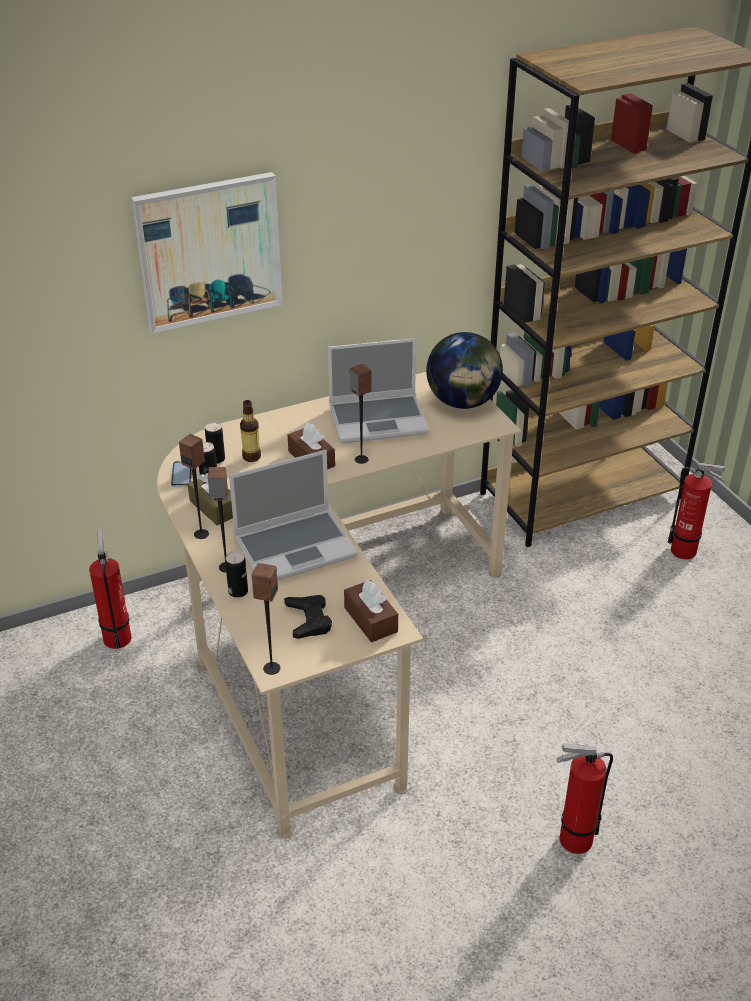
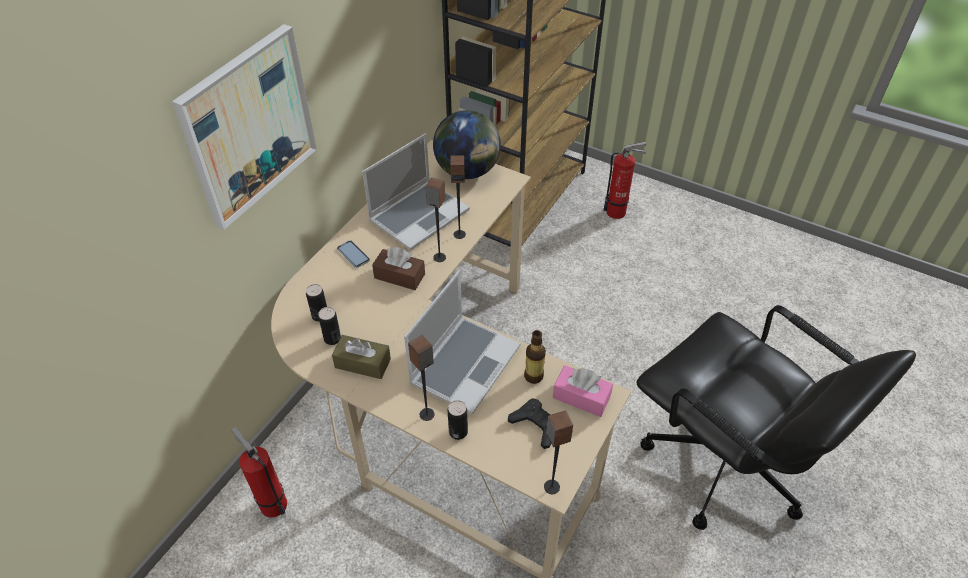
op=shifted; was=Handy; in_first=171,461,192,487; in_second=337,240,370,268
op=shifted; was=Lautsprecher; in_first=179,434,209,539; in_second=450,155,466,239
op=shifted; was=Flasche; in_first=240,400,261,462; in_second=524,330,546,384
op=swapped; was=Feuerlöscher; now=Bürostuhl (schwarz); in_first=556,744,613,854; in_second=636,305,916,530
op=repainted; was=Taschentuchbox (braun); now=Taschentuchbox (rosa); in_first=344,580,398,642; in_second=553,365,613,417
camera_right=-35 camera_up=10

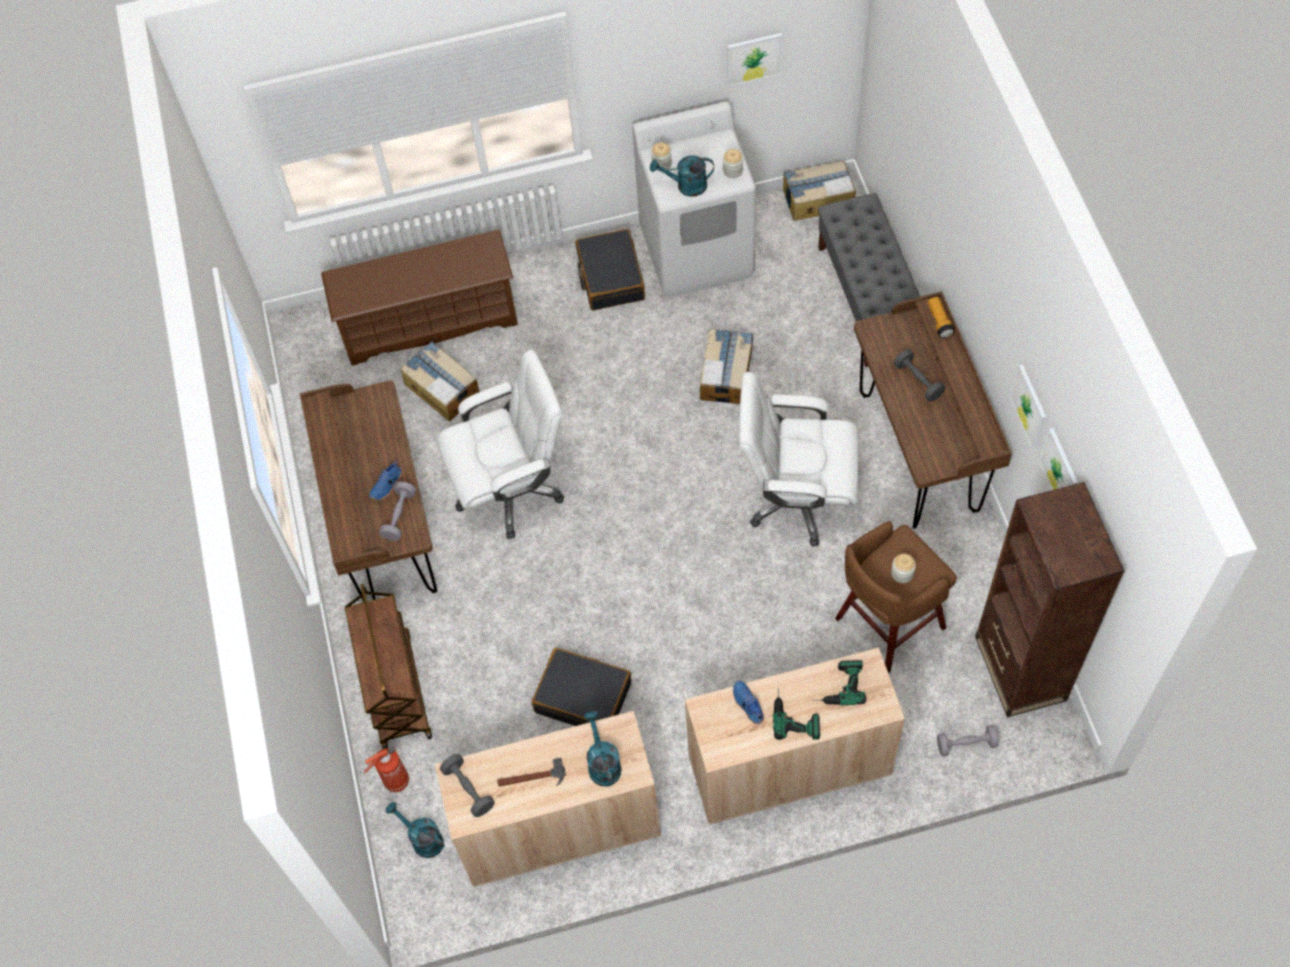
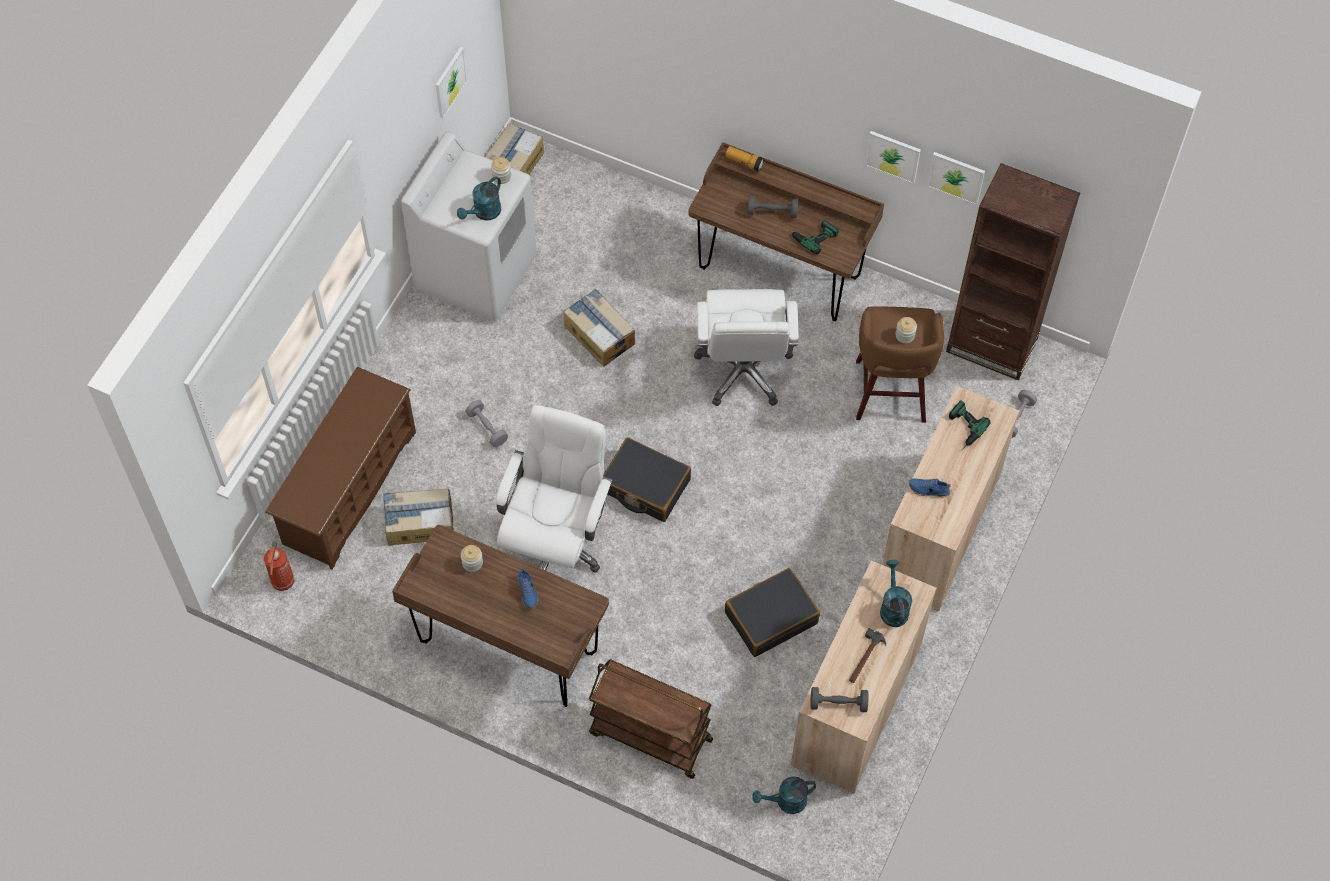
op=gone; was=Bank (grau); in_first=818,193,920,367
op=shifted; was=Feuerlöscher; in_first=364,746,409,792; in_second=264,541,294,591
op=shifted; was=Hantel (grau); in_first=379,481,416,541; in_second=466,400,508,447
op=shifted; was=Koffer (schwarz); in_first=576,229,645,311; in_second=603,437,691,522
op=shifted; was=Vorratsglas; in_first=651,142,672,171; in_second=461,545,483,572
op=shifted; was=Bohrmaschine; in_first=773,688,820,740; in_second=786,220,839,255
op=rotated; was=Gießkanne (türkis); in_first=584,711,622,787; in_second=880,560,912,627; clockwise=60
op=rotated; was=Bürostuhl (weiß); in_first=739,372,859,547; in_second=694,289,799,406; clockwise=-45
camera_right=-55 camera_up=0

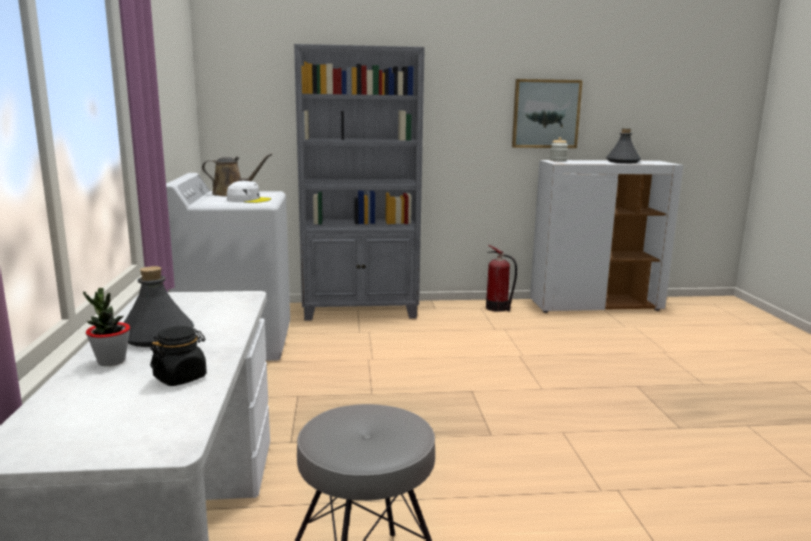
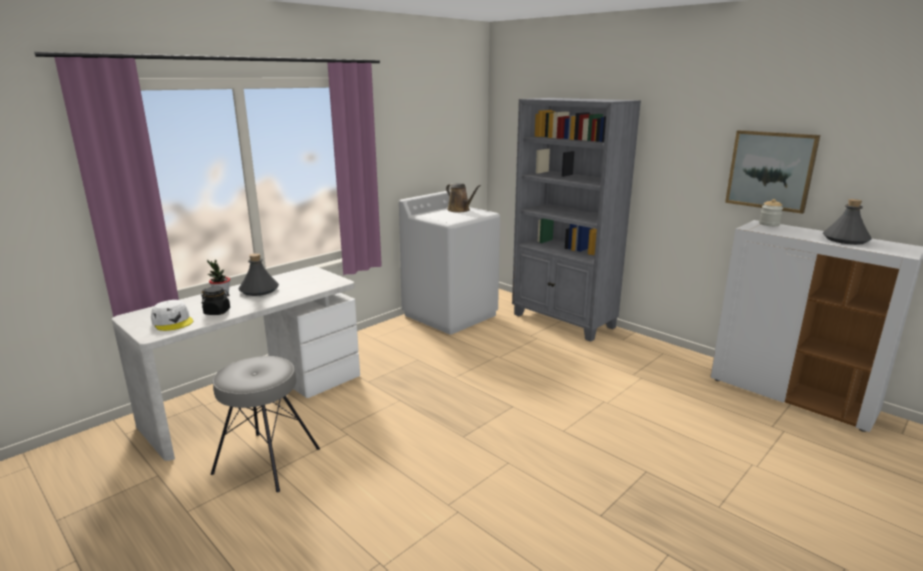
op=gone; was=Feuerlöscher; in_first=486,245,517,312
op=shifted; was=Kappe (weiß); in_first=227,180,271,203; in_second=151,300,193,331
camera_right=50 camera_up=5

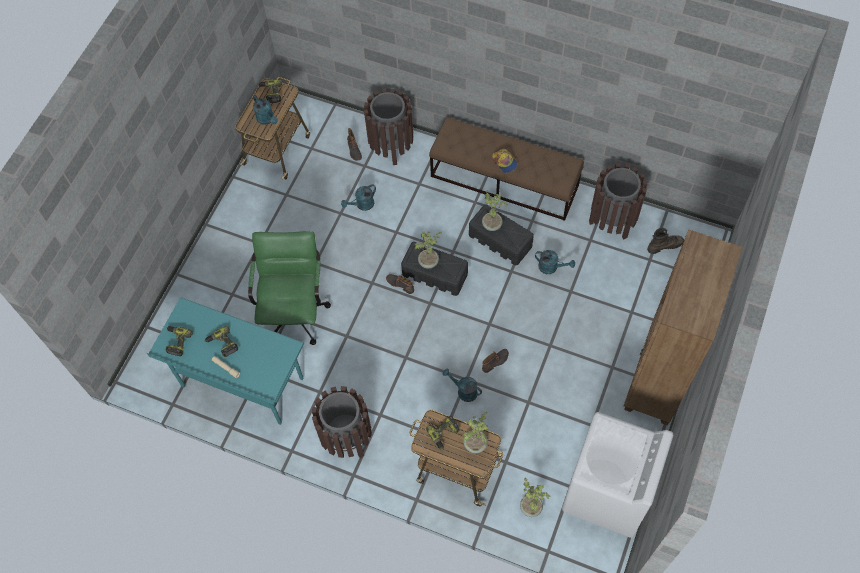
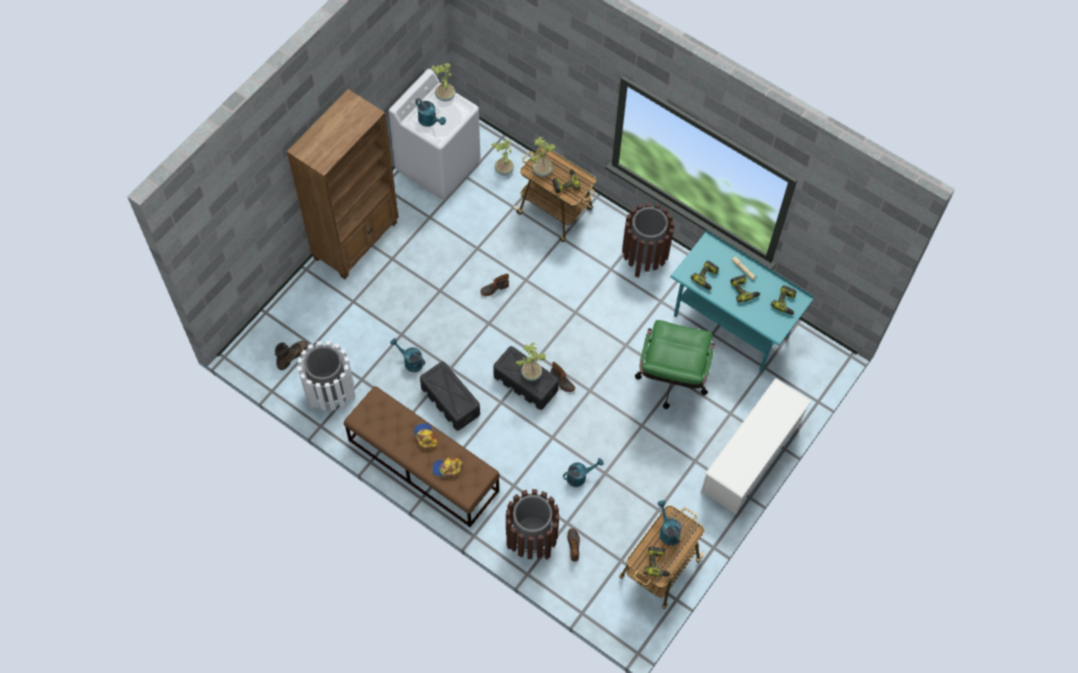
op=new; now=Kappe; in_second=432,458,462,477
op=new; now=Bohrmaschine; in_second=691,260,719,290
op=new; now=Schuhregal (weiß); in_second=700,378,812,514
op=shifted; was=Gießkanne (türkis); in_first=443,369,482,402; in_second=415,98,446,127
op=shifted; was=Topfpflanze; in_first=482,190,507,231; in_second=431,63,455,101
op=repainted; was=Mülleimer (braun); now=Mülleimer (weiß); in_first=589,164,647,240; in_second=298,341,356,410
op=rotated; was=Stiefel (braun); in_first=647,228,684,254; in_second=274,341,308,370; clockwise=135
camera_right=-170 camera_up=0

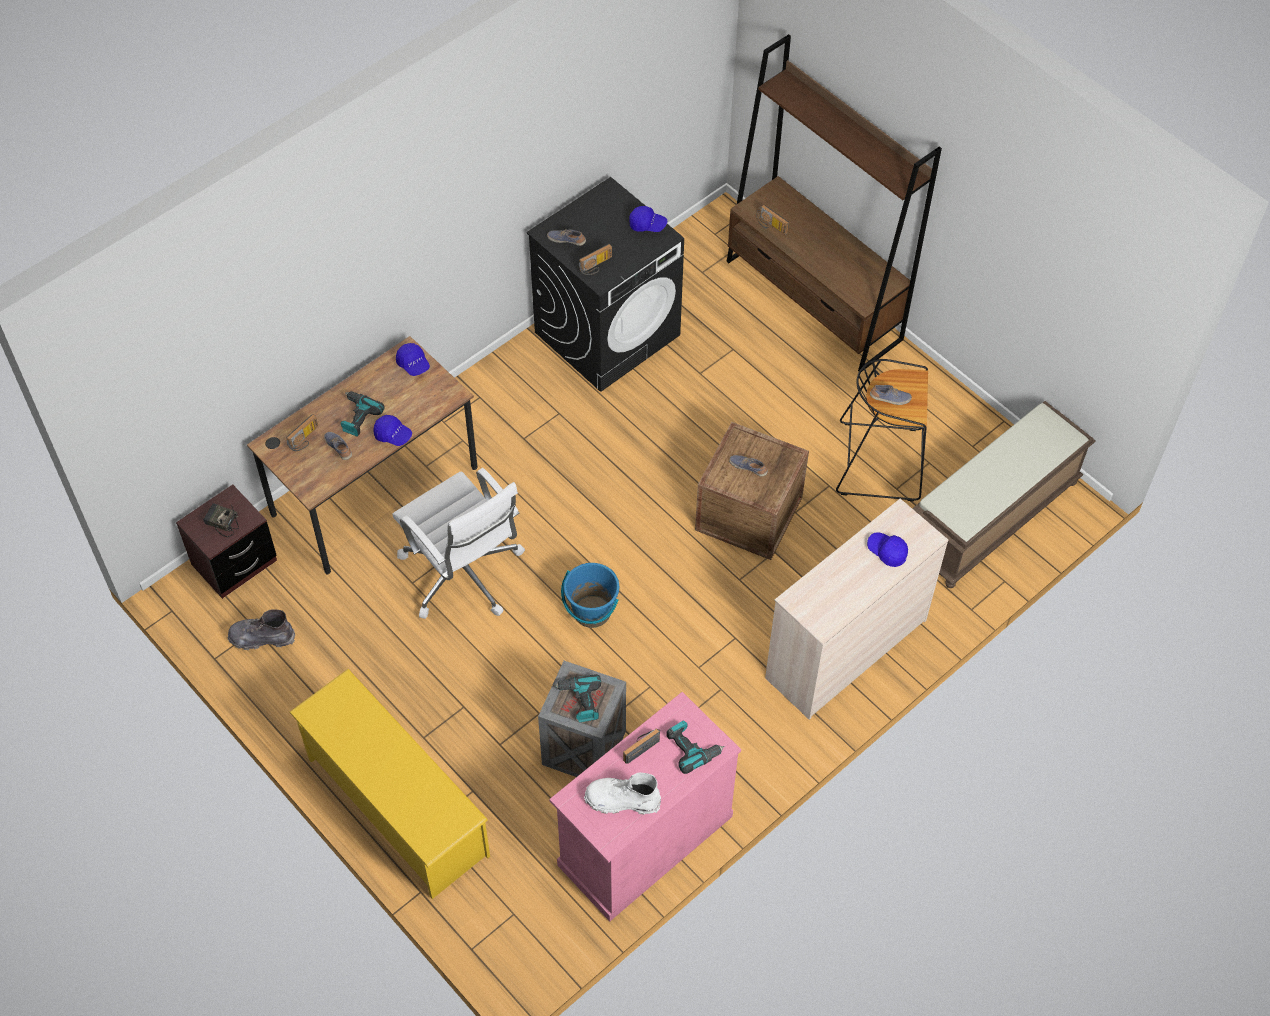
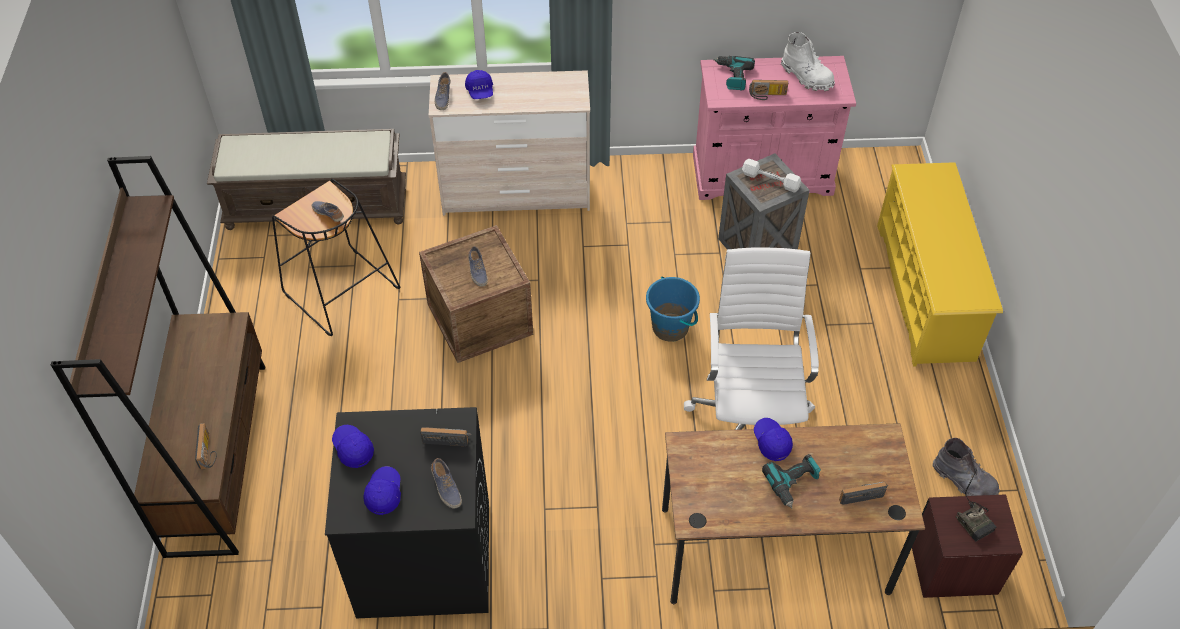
op=shifted; was=Schuh; in_first=324,432,352,460; in_second=434,72,450,110
op=shifted; was=Kappe (blau); in_first=396,343,430,376; in_second=363,466,401,515
op=swapped; was=Bohrmaschine; now=Hantel (weiß); in_first=553,674,601,722; in_second=742,159,801,193
camera_right=-140 camera_up=-5

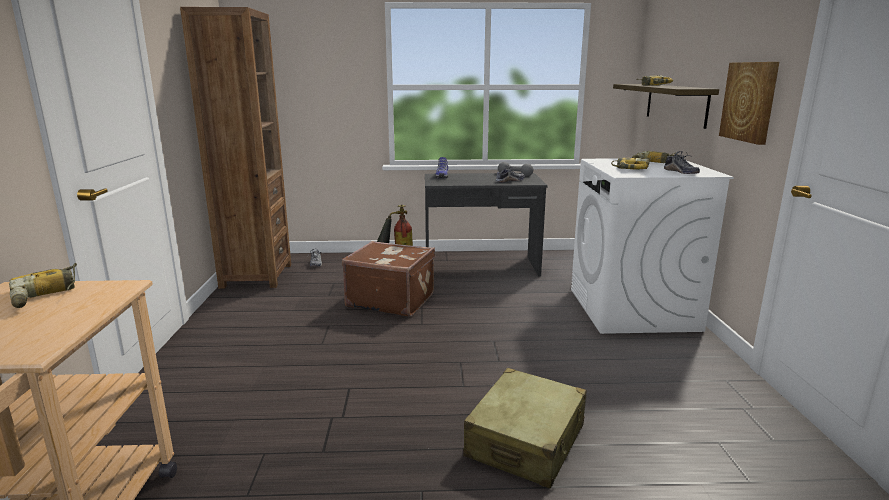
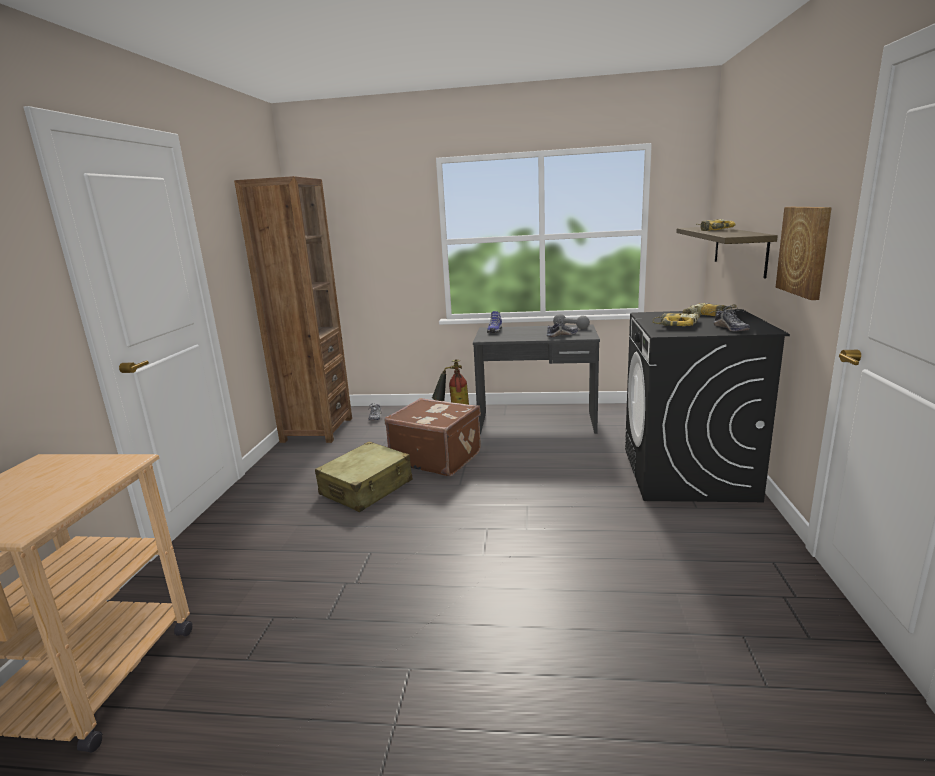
op=gone; was=Bohrmaschine; in_first=9,263,77,308
op=shifted; was=Koffer (beige); in_first=463,368,587,489; in_second=315,442,412,512
op=repainted; was=Waschmaschine (weiß); now=Waschmaschine (schwarz); in_first=571,158,734,334; in_second=625,309,790,502
camera_right=10 camera_up=0

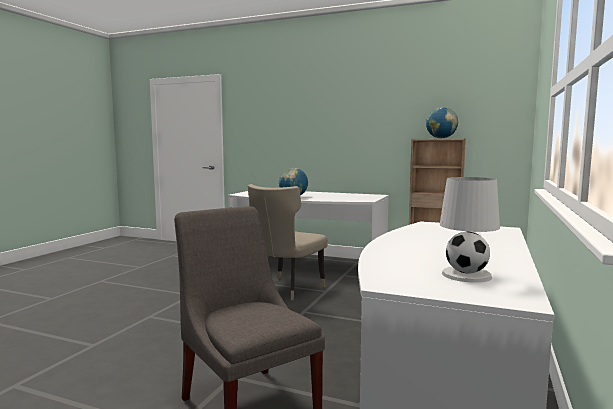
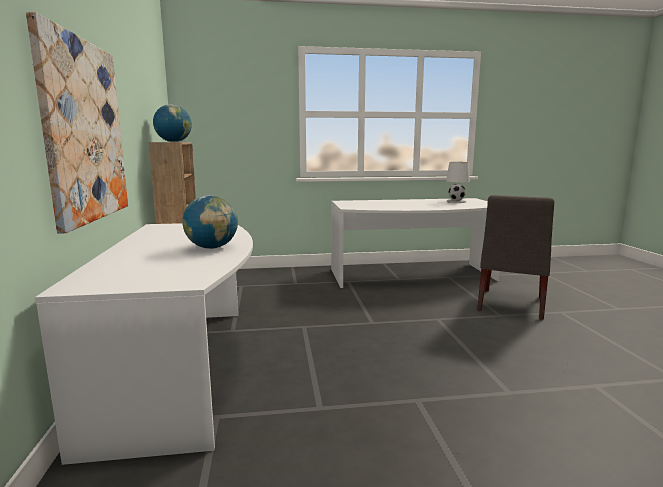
op=gone; was=Stuhl (beige); in_first=248,184,328,300
op=new; now=Bild; in_second=26,12,128,233
camera_right=-120 camera_up=5

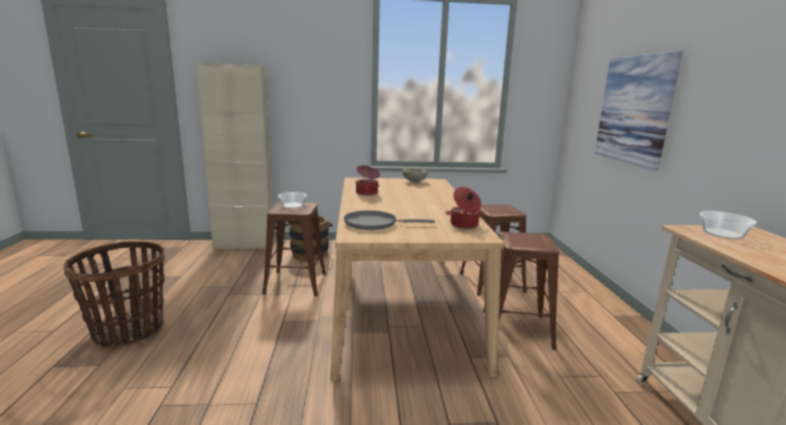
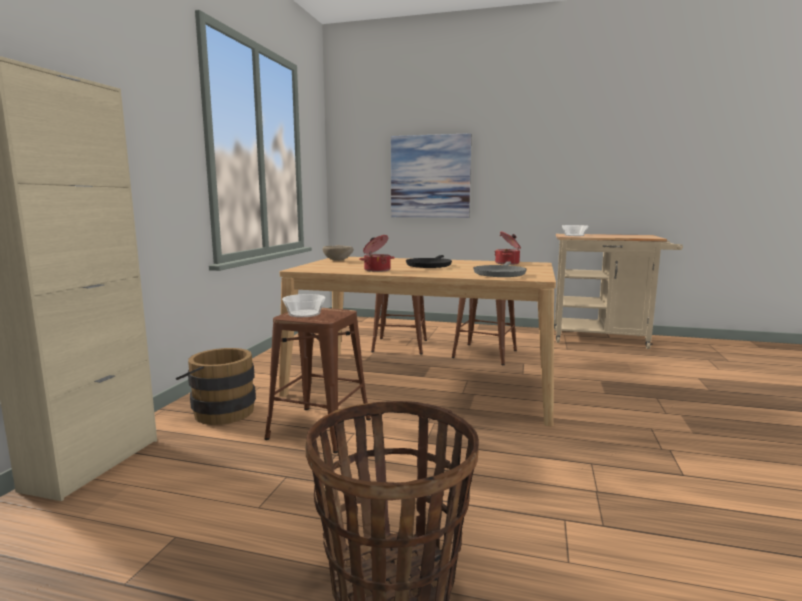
op=new; now=Pfanne (schwarz); in_second=406,255,452,268
camera_right=-70 camera_up=-5

